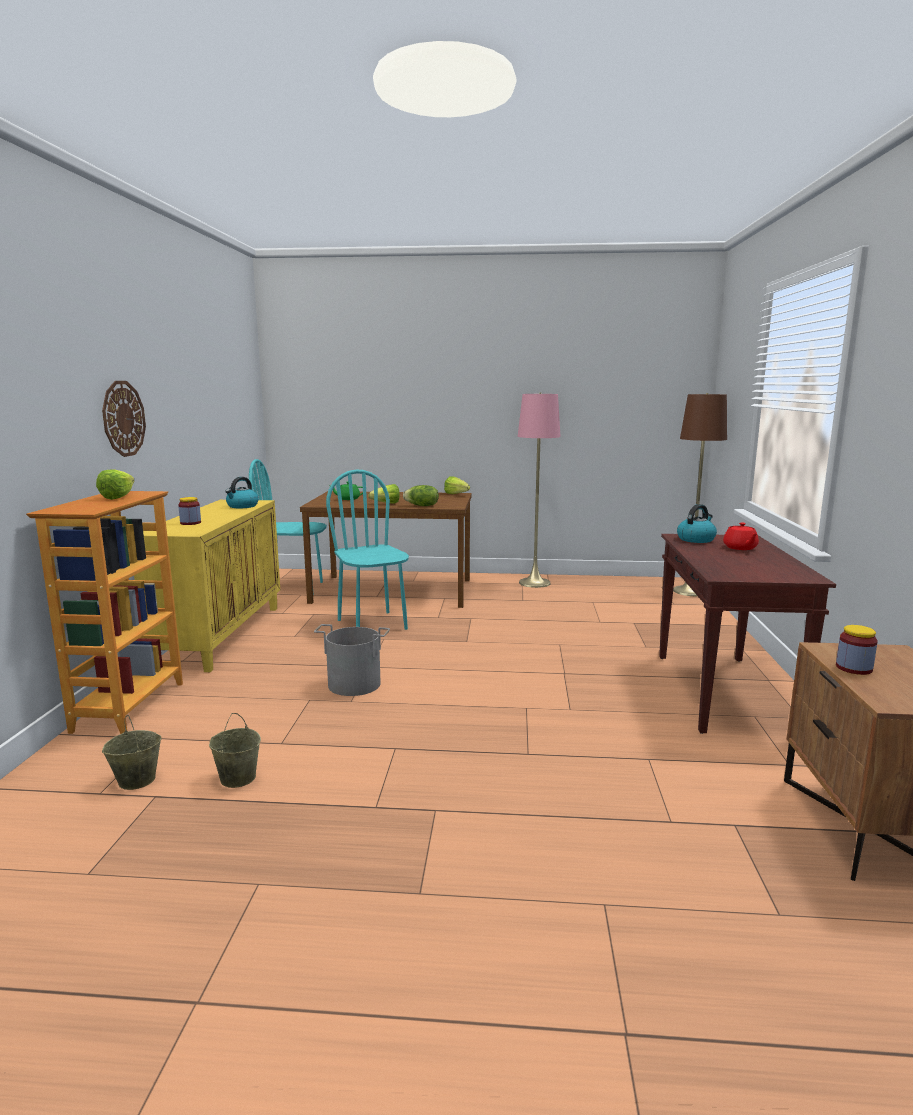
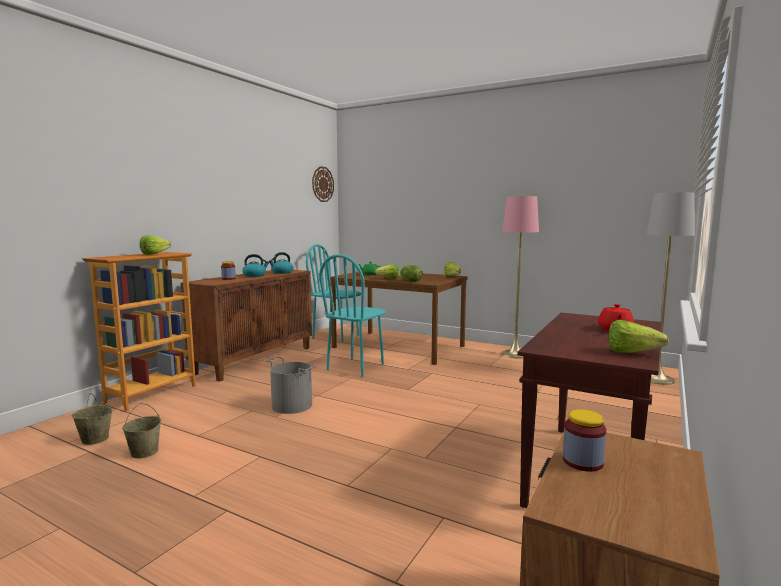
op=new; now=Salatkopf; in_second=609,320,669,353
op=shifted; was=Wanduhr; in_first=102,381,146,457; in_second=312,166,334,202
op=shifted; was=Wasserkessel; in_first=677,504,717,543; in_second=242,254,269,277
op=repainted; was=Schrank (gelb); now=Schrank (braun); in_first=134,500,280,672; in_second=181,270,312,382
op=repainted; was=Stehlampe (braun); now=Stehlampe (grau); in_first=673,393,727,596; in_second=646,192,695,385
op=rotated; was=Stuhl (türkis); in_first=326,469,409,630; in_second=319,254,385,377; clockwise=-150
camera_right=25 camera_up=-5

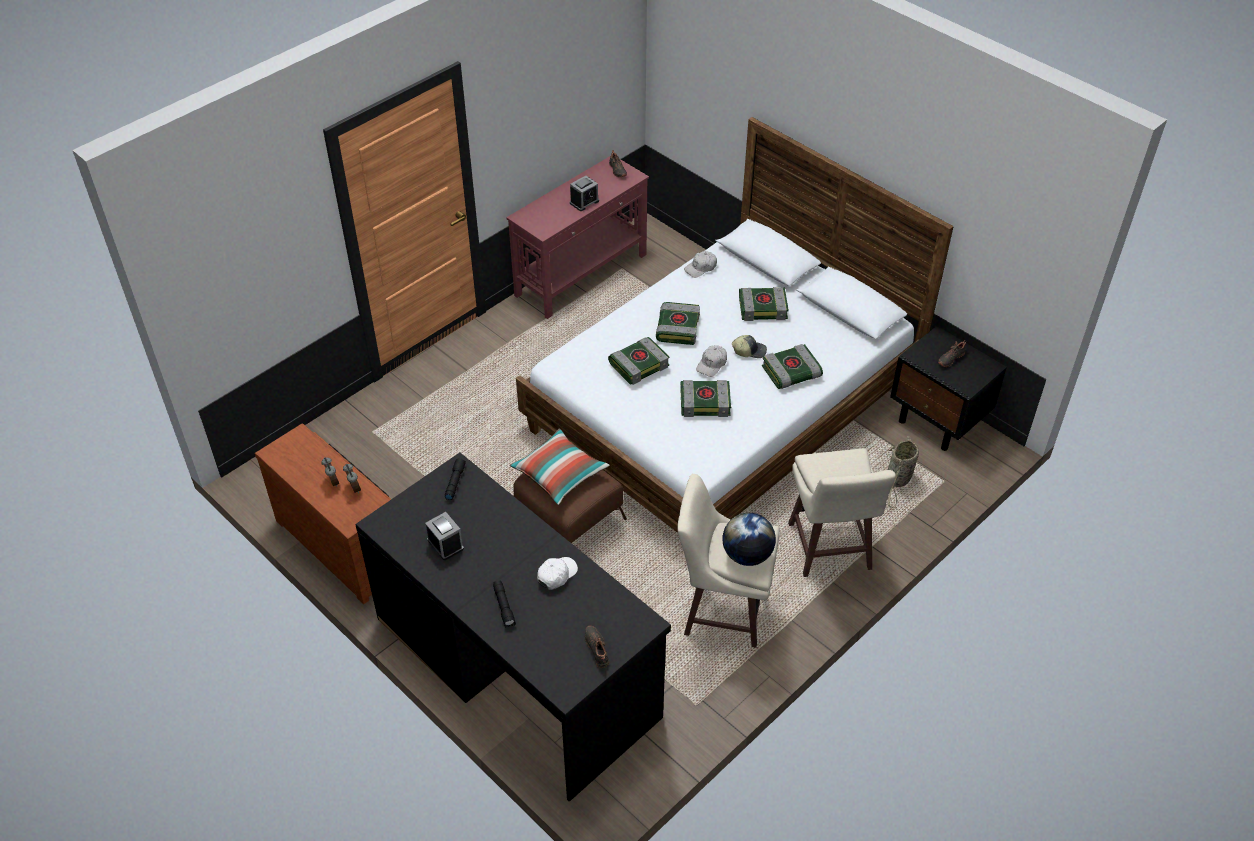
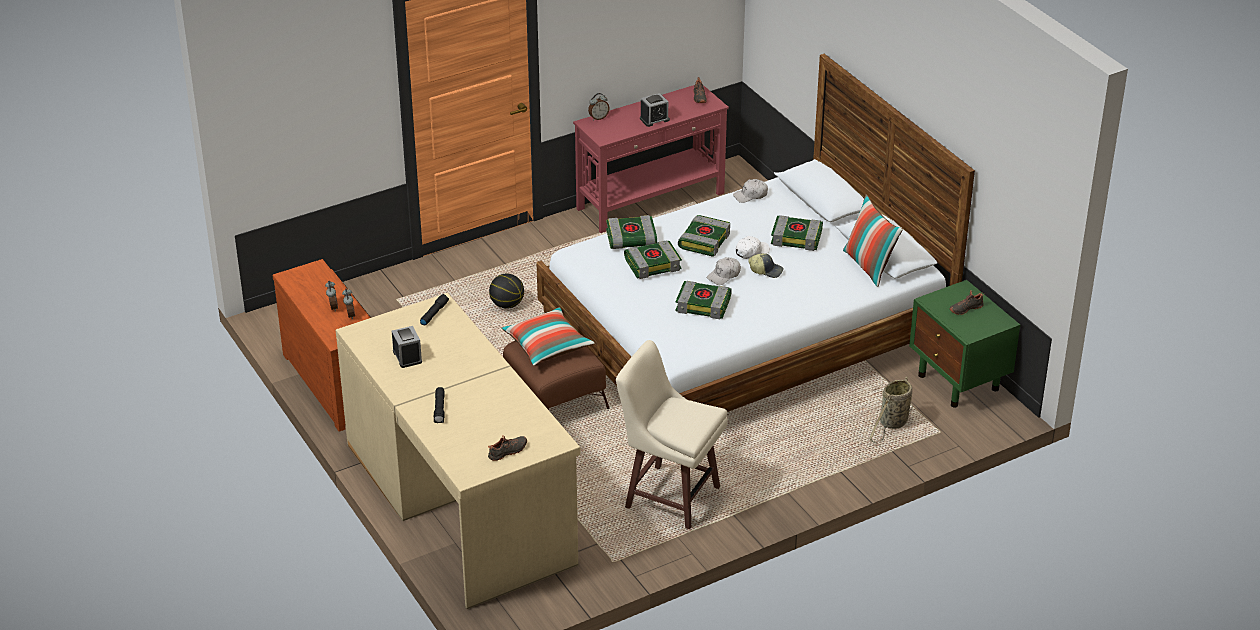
op=gone; was=Globus; in_first=722,513,776,566
op=gone; was=Hocker (beige); in_first=788,448,896,577
op=new; now=Basketball; in_second=489,274,524,309
op=new; now=Wecker; in_second=588,93,610,120
op=new; now=Kissen; in_second=843,194,903,287
op=shifted; was=Kappe (weiß); in_first=537,557,578,590; in_second=736,236,770,259
op=shifted; was=Buch; in_first=762,344,823,389; in_second=606,215,657,249
op=repainted; was=Schreibtisch (schwarz); now=Schreibtisch (beige); in_first=355,453,671,802; in_second=336,293,581,609
op=repainted; was=Nachttisch (schwarz); now=Nachttisch (grün); in_first=890,326,1007,451; in_second=909,280,1020,408
op=rotated; was=Schuh (schwarz); in_first=585,625,609,668; in_second=488,435,527,461; clockwise=60
camera_right=15 camera_up=-10

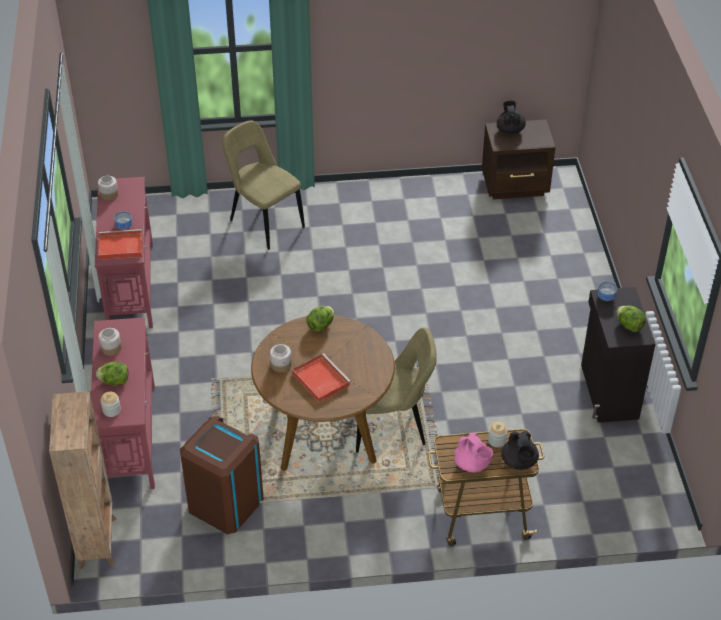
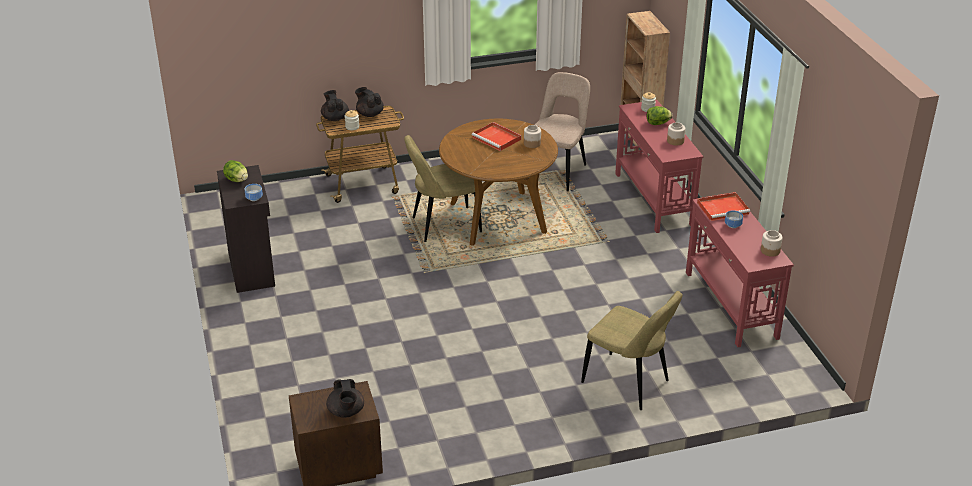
op=gone; was=Salatkopf; in_first=306,306,334,331
op=swapped; was=Mülleimer (braun); now=Stuhl (beige); in_first=180,416,264,534; in_second=535,72,590,191
op=repainted; was=Teekanne (rosa); now=Teekanne (schwarz); in_first=454,433,493,472; in_second=355,87,384,117
camera_right=170 camera_up=-10

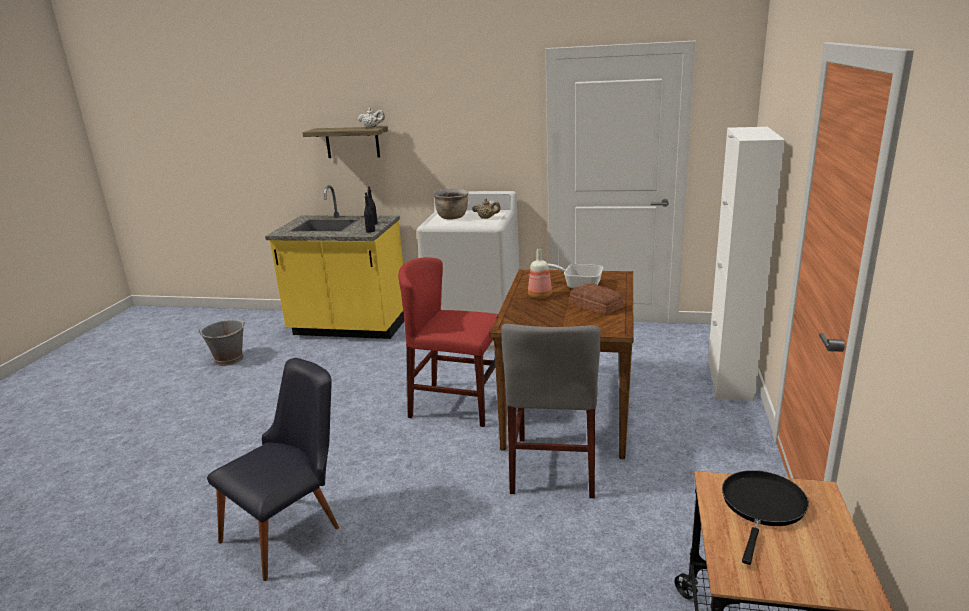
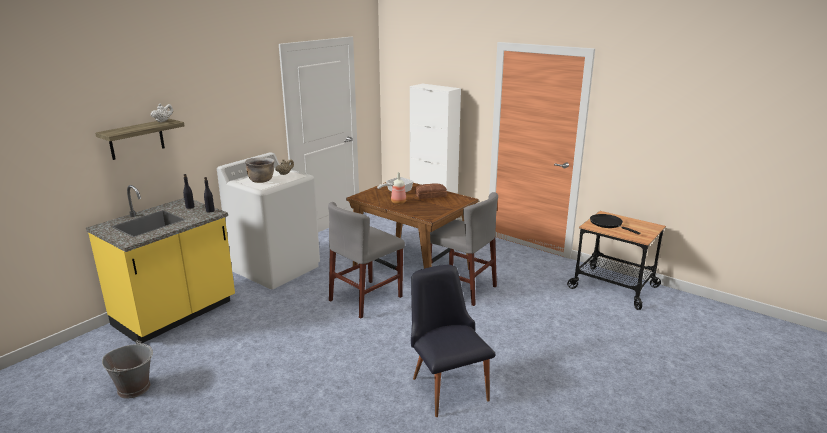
op=repainted; was=Stuhl (rot); now=Stuhl (grau); in_first=398,257,498,427; in_second=328,202,405,318
camera_right=-65 camera_up=0

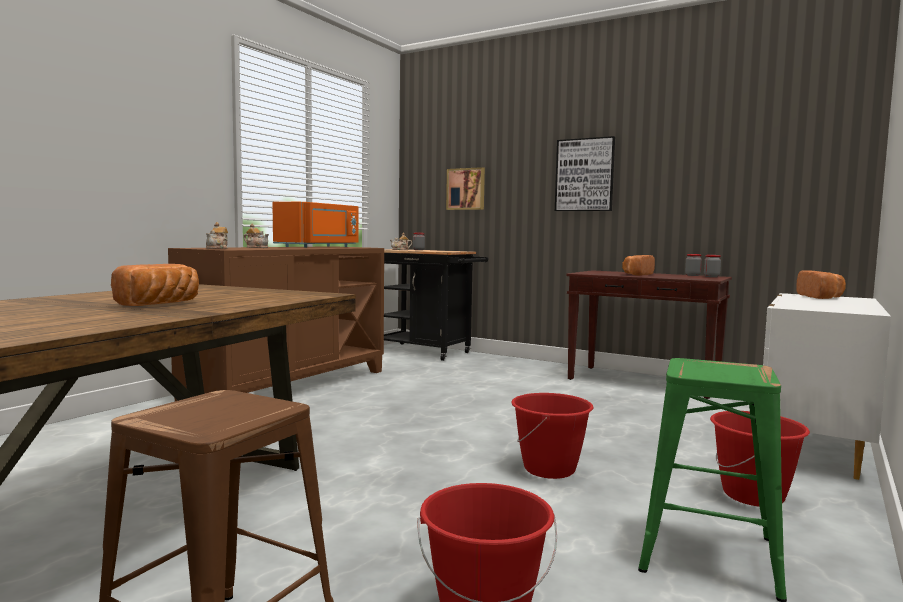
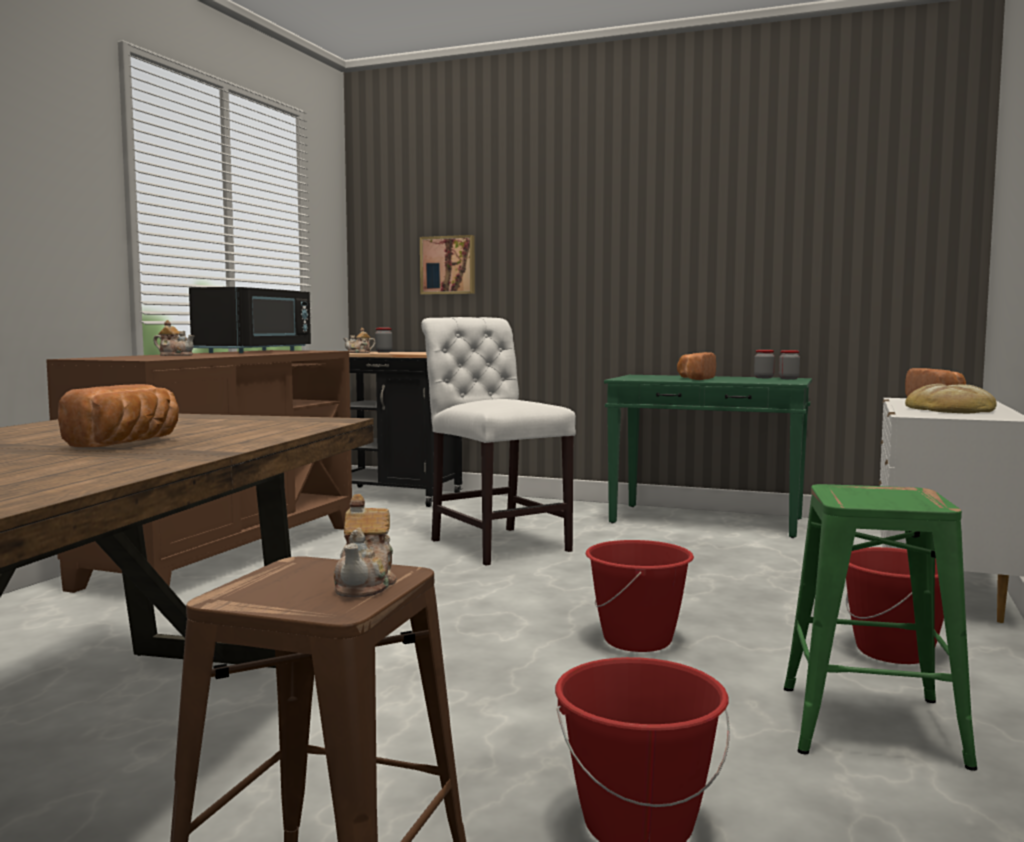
op=gone; was=Bild; in_first=555,136,615,211
op=new; now=Stuhl (weiß); in_second=421,317,576,566
op=new; now=Brot; in_second=905,384,996,413
op=shifted; was=Teekanne; in_first=206,222,228,249; in_second=334,494,397,597
op=repainted; was=Mikrowelle (orange); now=Mikrowelle (schwarz); in_first=272,202,358,248; in_second=189,287,311,353
op=repainted; was=Konsolentisch (braun); now=Konsolentisch (grün); in_first=566,270,732,399; in_second=604,375,812,538
camera_right=-10 camera_up=0

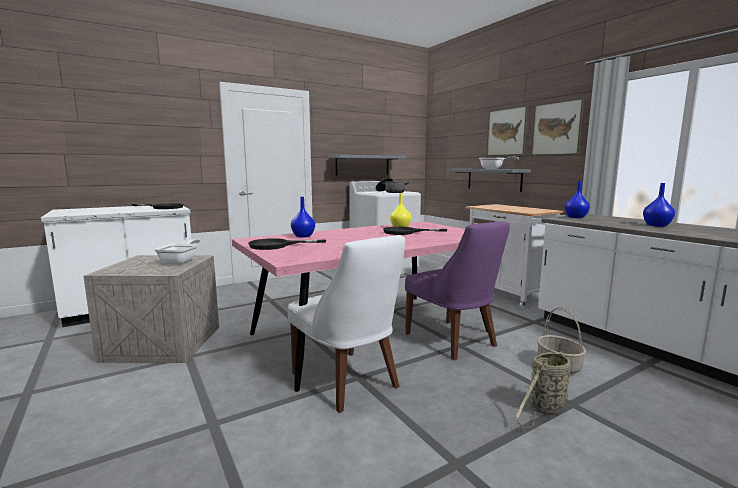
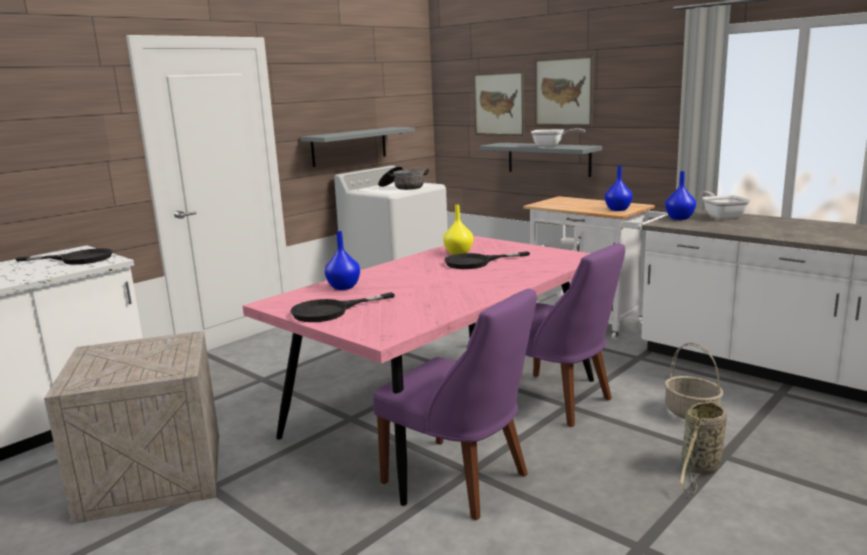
op=shifted; was=Pfanne; in_first=154,239,200,265; in_second=701,191,751,219
op=shifted; was=Bild; in_first=531,98,584,156; in_second=474,71,524,136
op=shifted; was=Vase (blau); in_first=643,183,675,227; in_second=605,166,633,211
op=repainted; was=Stuhl (weiß); now=Stuhl (lila); in_first=288,235,405,413; in_second=373,288,537,520
camera_right=-15 camera_up=5

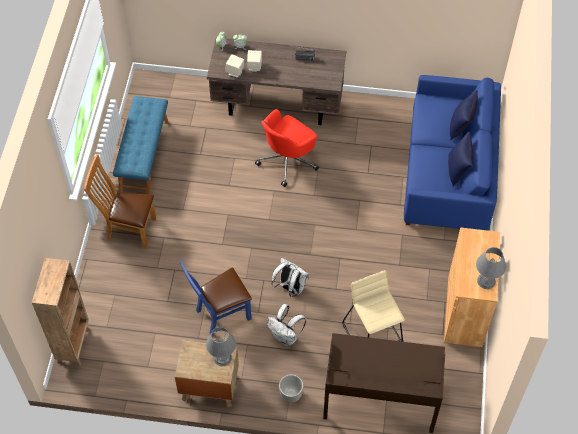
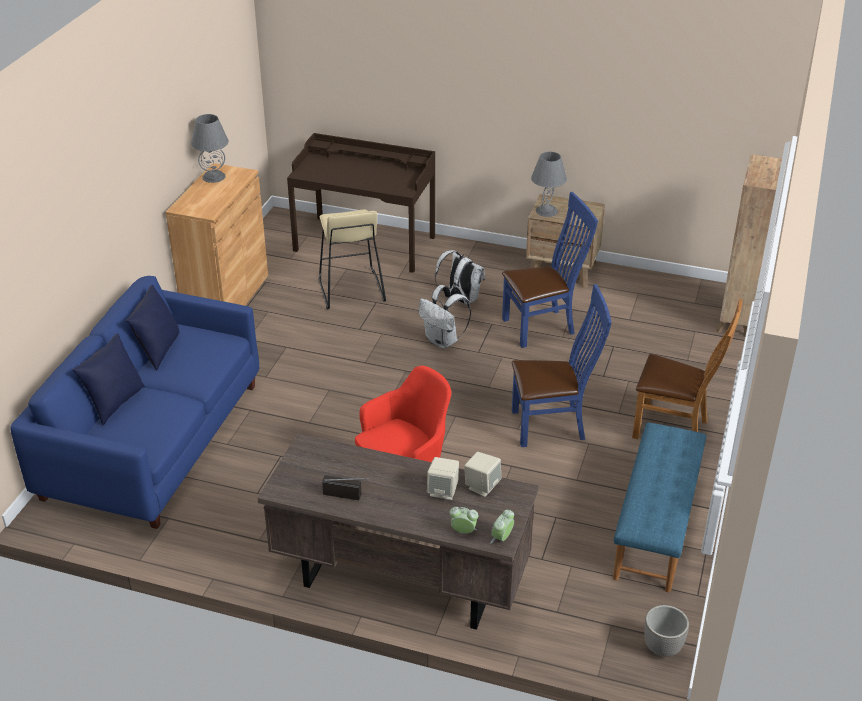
op=new; now=Stuhl (blau); in_second=512,284,612,447
op=shifted; was=Pflanzkübel; in_first=279,374,304,403; in_second=644,605,689,657
camera_right=-170 camera_up=-20

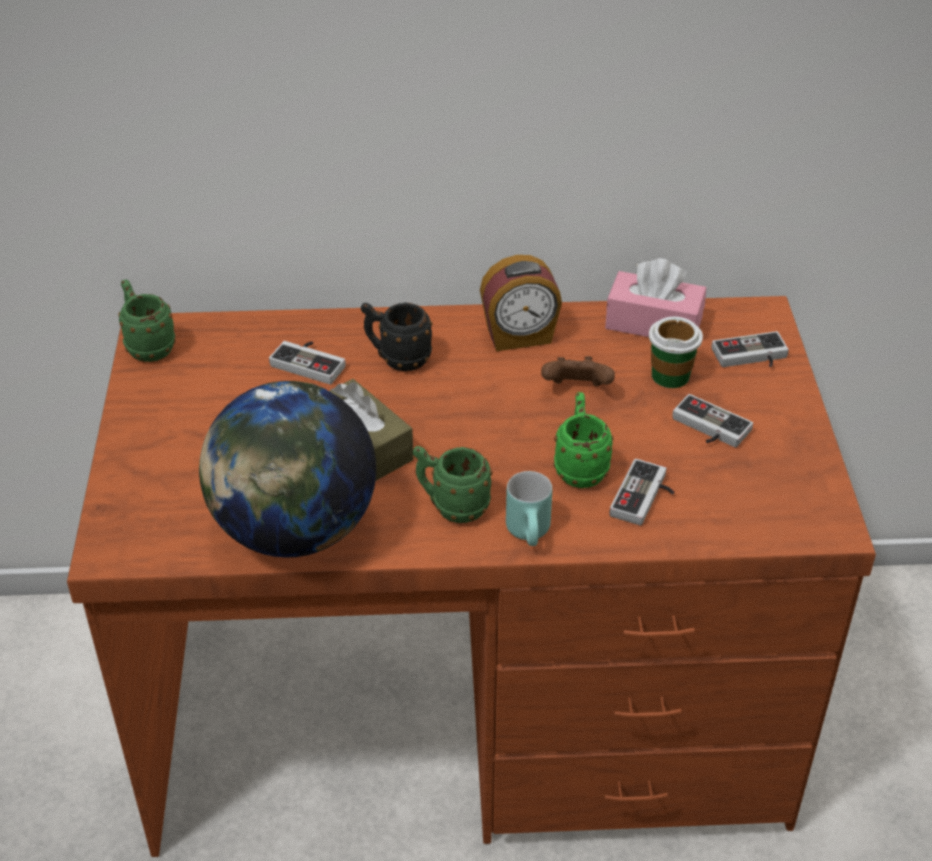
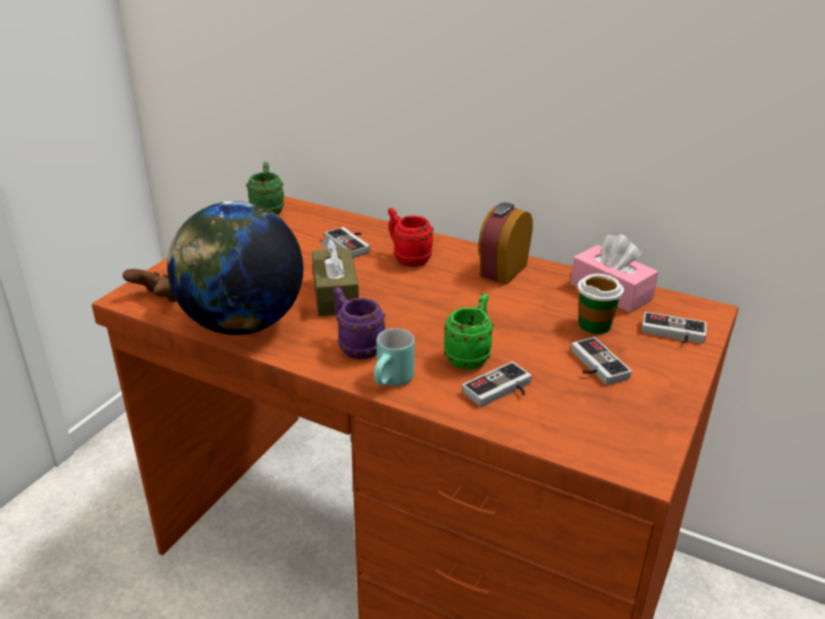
op=shifted; was=Gamepad (braun); in_first=541,356,615,386; in_second=123,269,176,302
op=repainted; was=Henkelbecher (schwarz); now=Henkelbecher (rot); in_first=361,303,433,371; in_second=388,208,434,267
op=repainted; was=Henkelbecher (grün); now=Henkelbecher (lila); in_first=413,446,493,523; in_second=333,287,385,359
op=rotated; was=Wecker; in_first=480,255,562,351; in_second=478,202,533,285; clockwise=105
camera_right=30 camera_up=-10

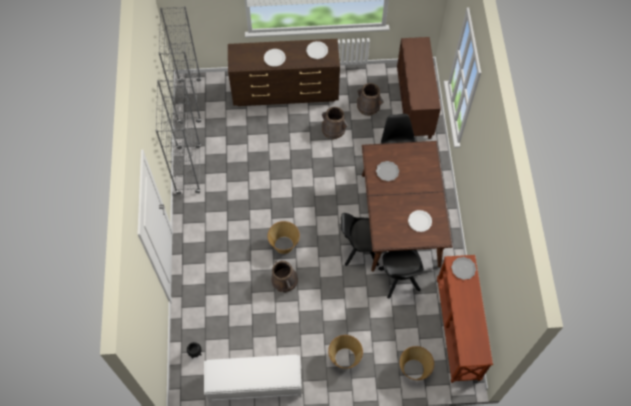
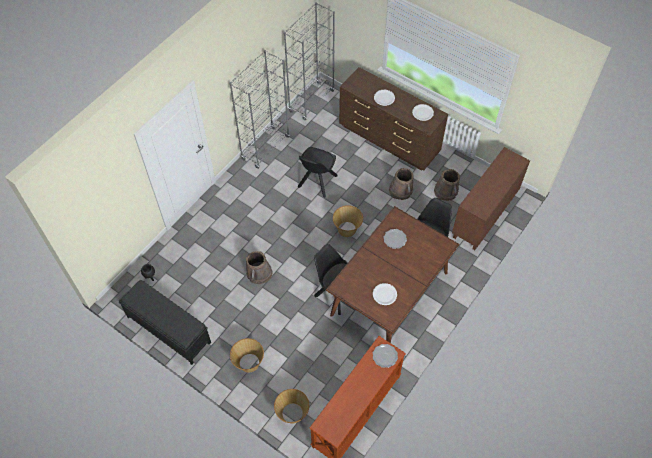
op=shifted; was=Korb; in_first=268,221,300,254; in_second=333,205,363,237
op=shifted; was=Stuhl (schwarz); in_first=378,250,424,299; in_second=298,147,338,198
op=repainted; was=Bank (weiß); now=Bank (schwarz); in_first=204,355,302,403; in_second=119,280,211,365
camera_right=40 camera_up=-5

